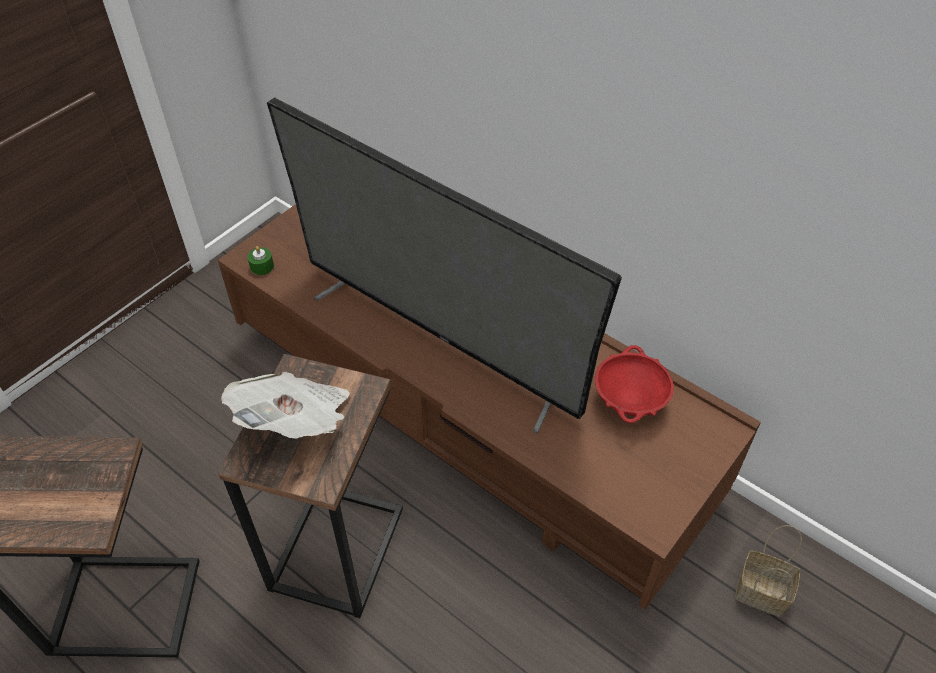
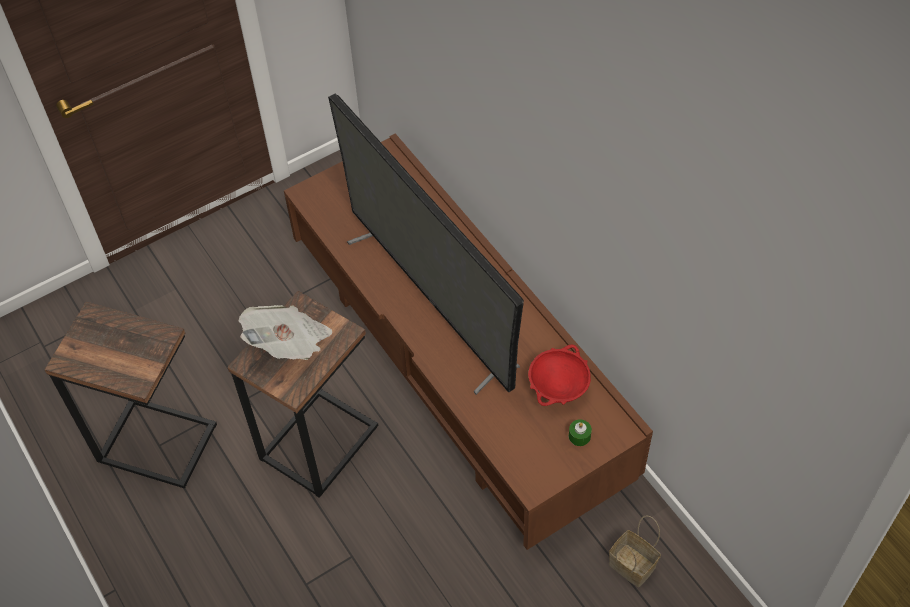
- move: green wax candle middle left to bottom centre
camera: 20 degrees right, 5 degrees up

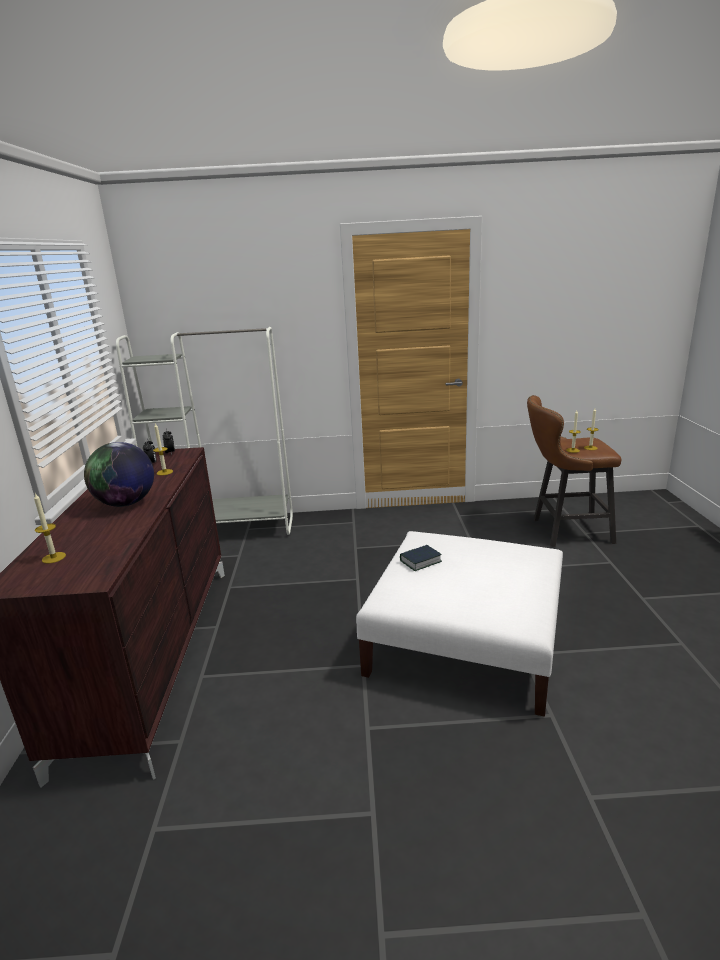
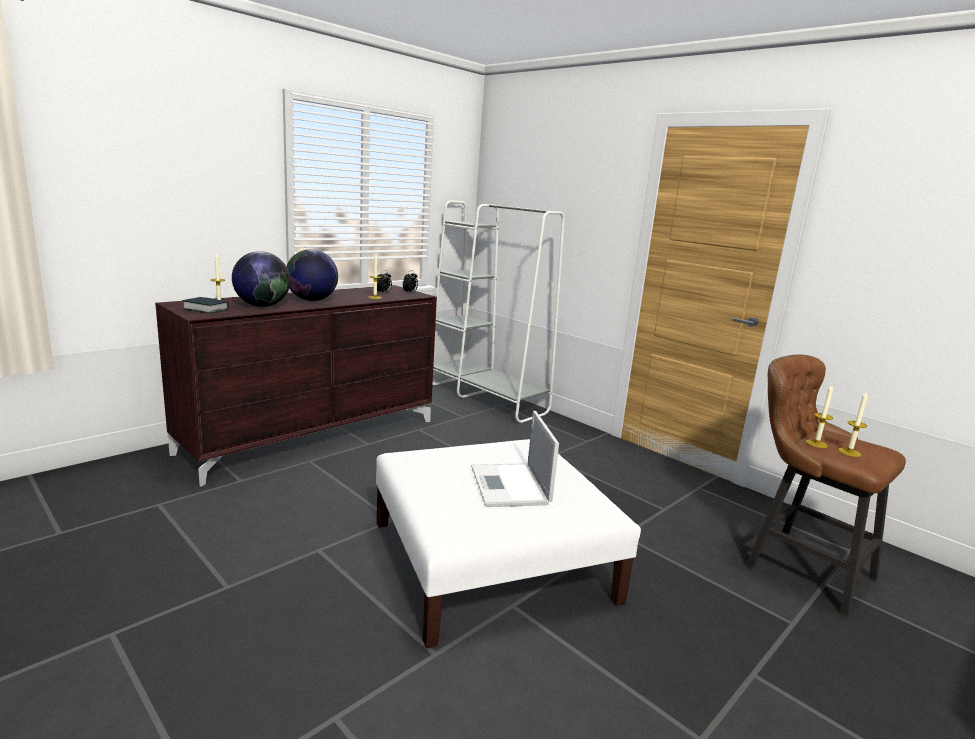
- move: bound book centre to middle left
- insert: desk globe (1st from left) middle left
- insert: laptop centre
camera: 45 degrees right, 5 degrees down

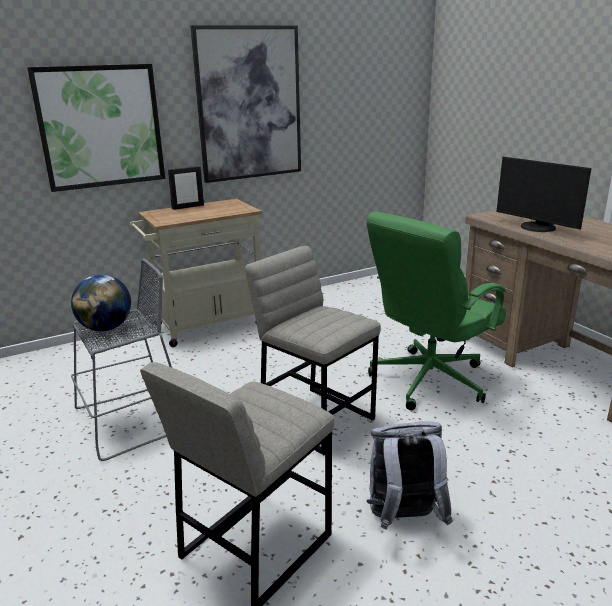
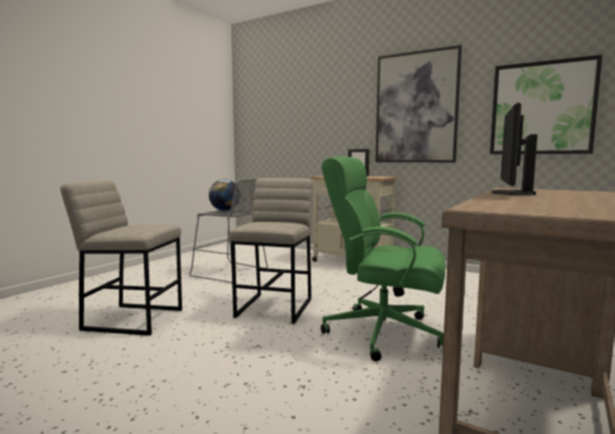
- move: wall picture (1st from left in the first image) top left to wall picture (2nd from left) top right
- delete: greyish knapsack bottom right
camera: 60 degrees right, 15 degrees down

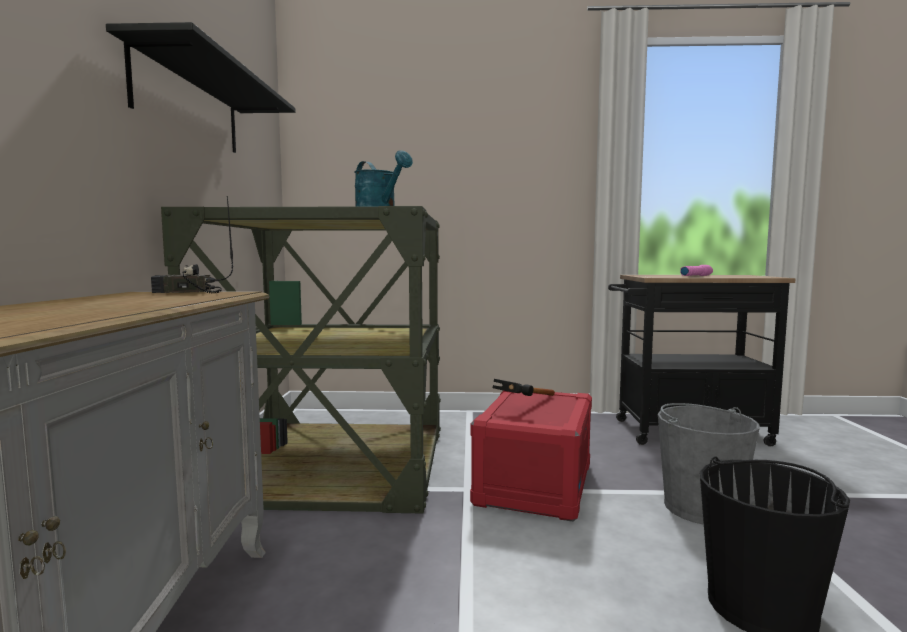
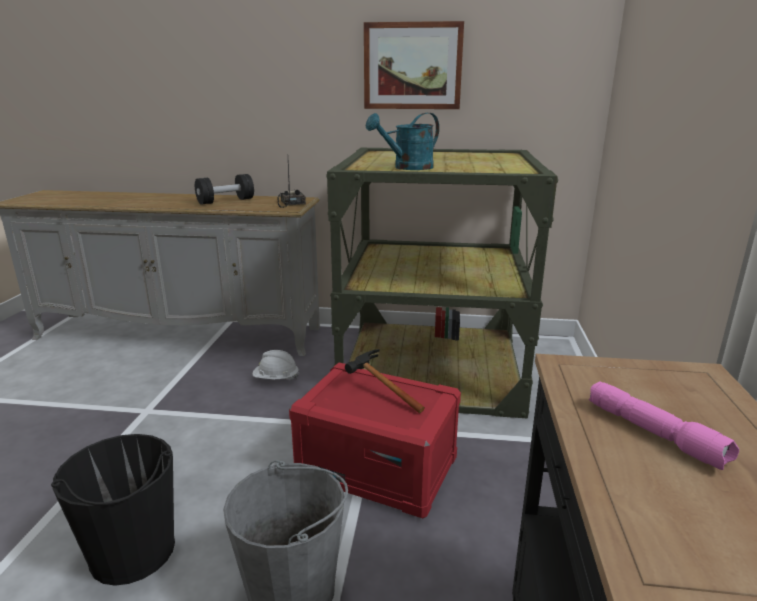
- replace: black wall shelf top left to wall picture top centre
- insert: black hand weight top left
- insert: whitish safety helmet centre
camera: 95 degrees right, 15 degrees up

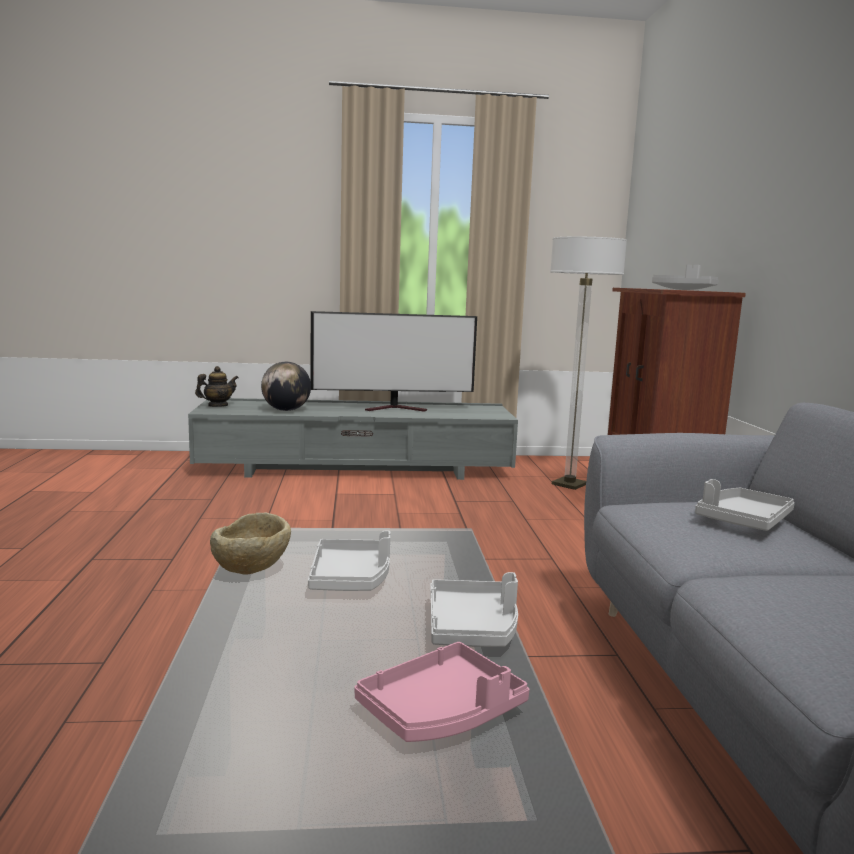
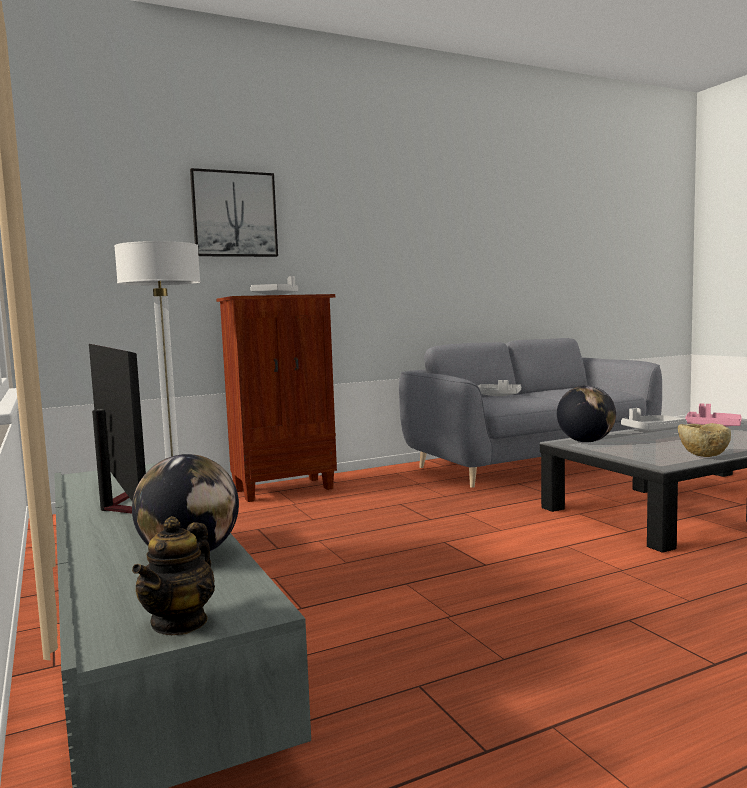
- rotate: teapot middle left = bottom left 105 degrees counterclockwise
- delete: greyish carrying tray (1st from left) centre
- insert: wall picture top left
- insert: desk globe (2nd from left) middle right
camera: 110 degrees left, 5 degrees down

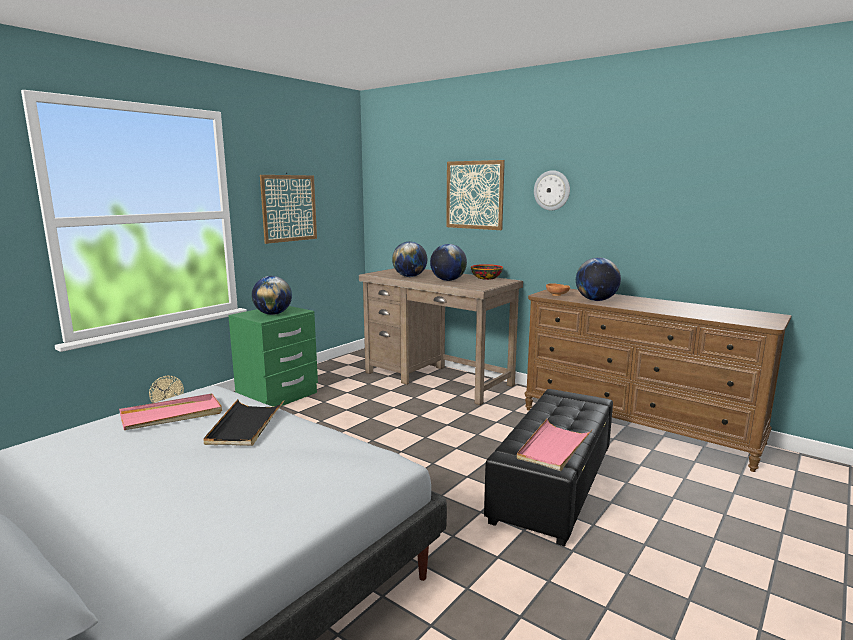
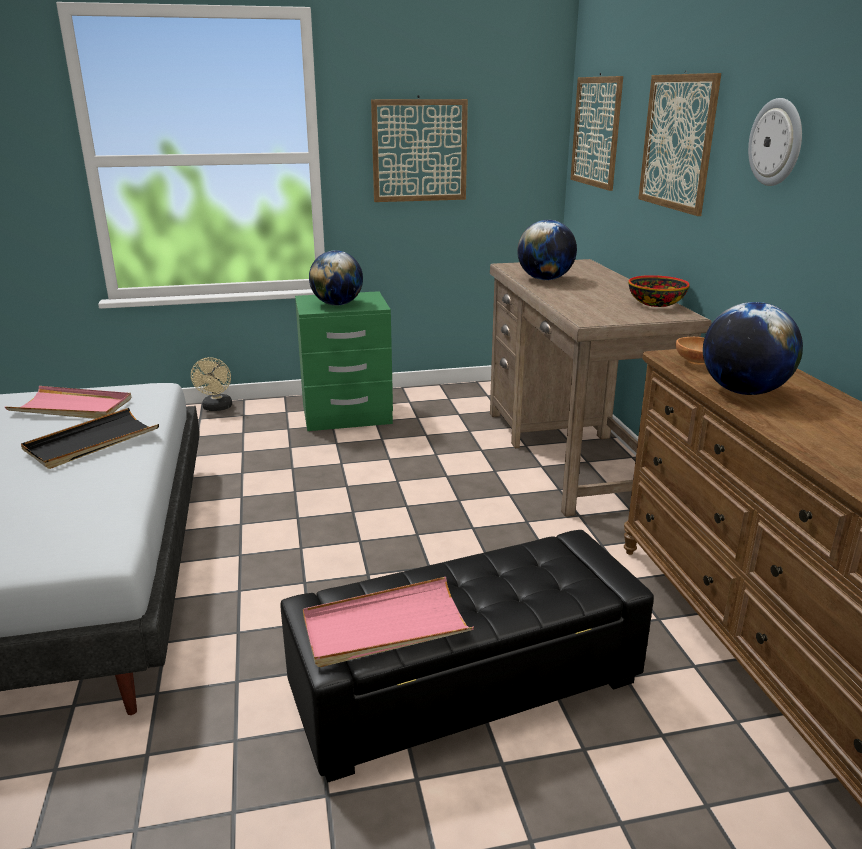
- delete: desk globe (3rd from left) centre
- insert: wall picture (2nd from left) top right
camera: 40 degrees right, 10 degrees up

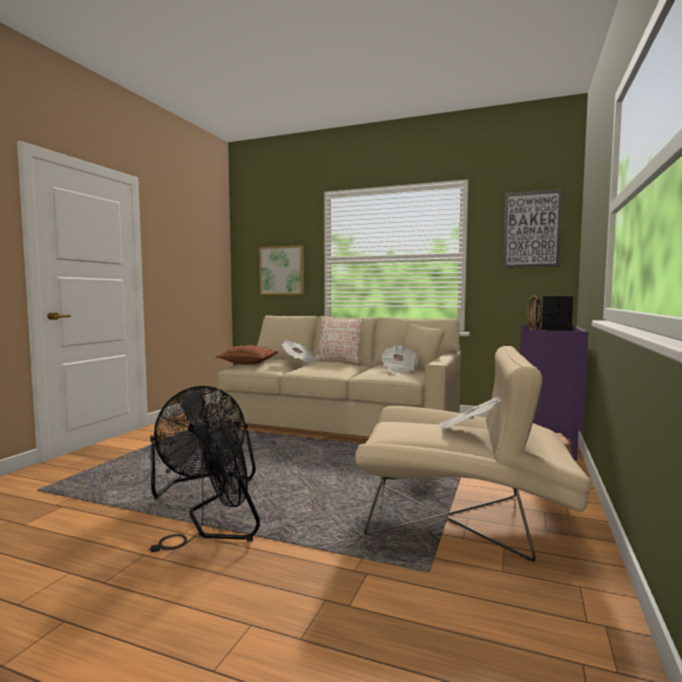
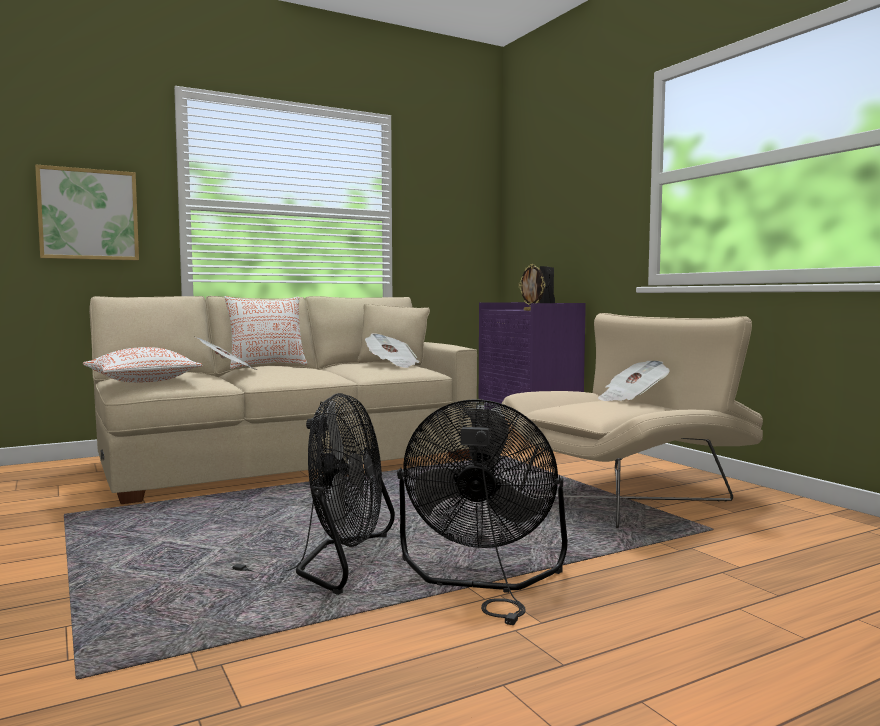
- recolor: brownish throw pillow centre to whitish throw pillow (1st from left) middle left
- delete: wall picture (2nd from left) middle right
camera: 50 degrees left, 0 degrees up

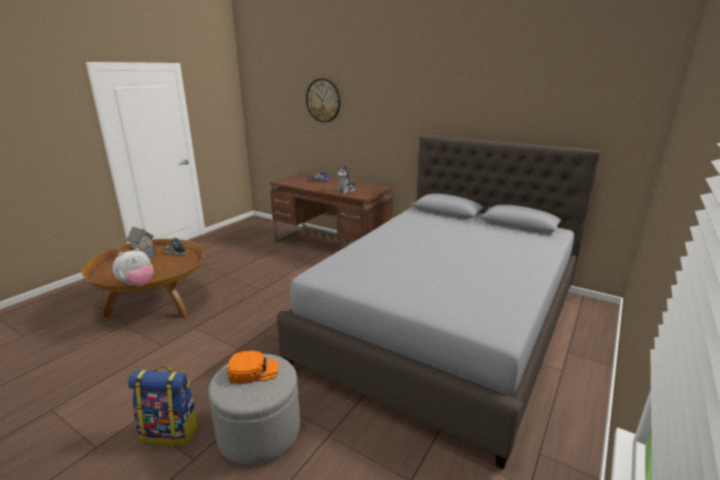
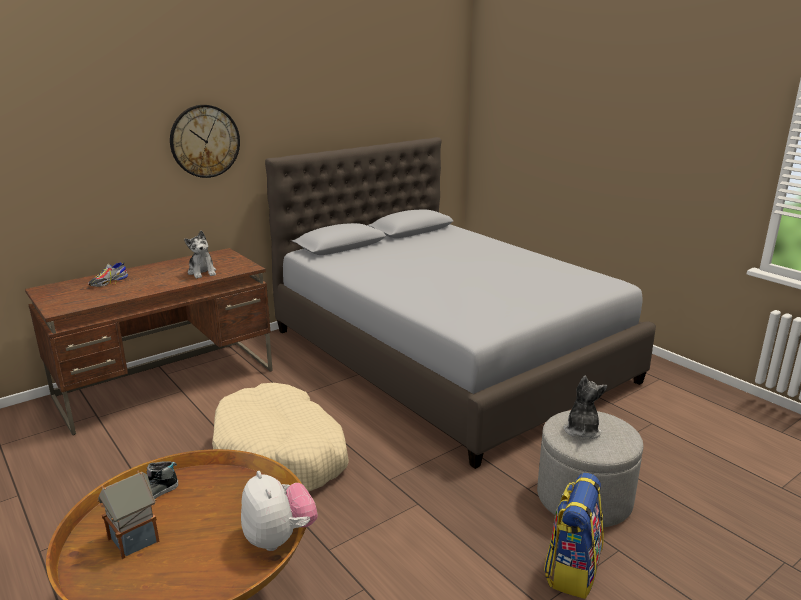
- replace: orange cap bottom centre to cuddly toy (3rd from left) bottom right
- move: clock on the wall top centre to top left
- insert: beige pet bed bottom centre
camera: 70 degrees left, 0 degrees up

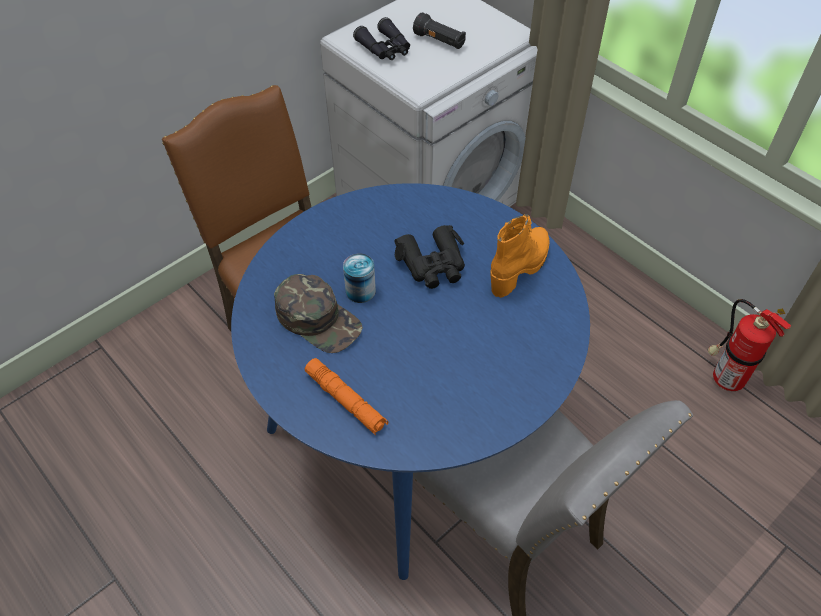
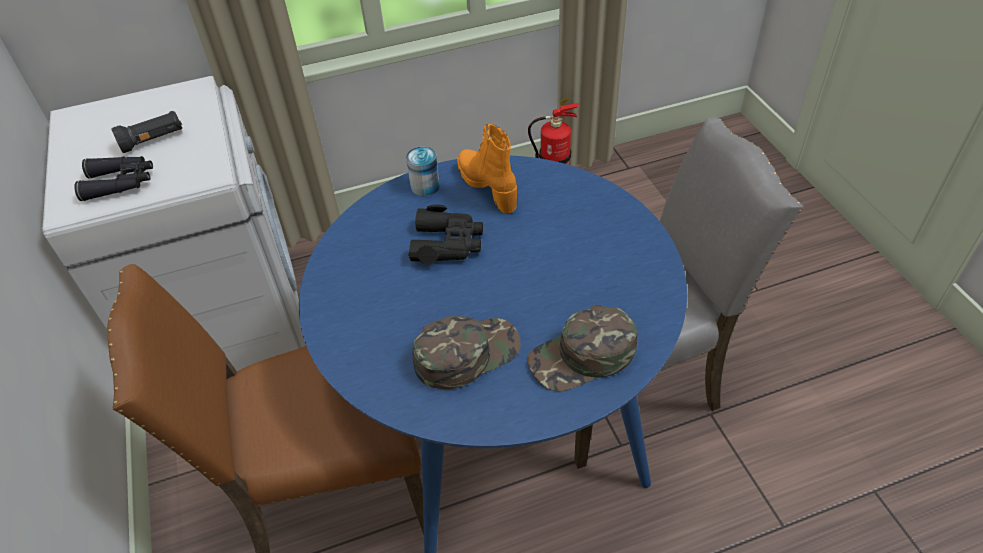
- replace: orange hand torch centre to green cap (2nd from left) centre
- move: metal can centre to top centre
camera: 65 degrees left, 5 degrees down

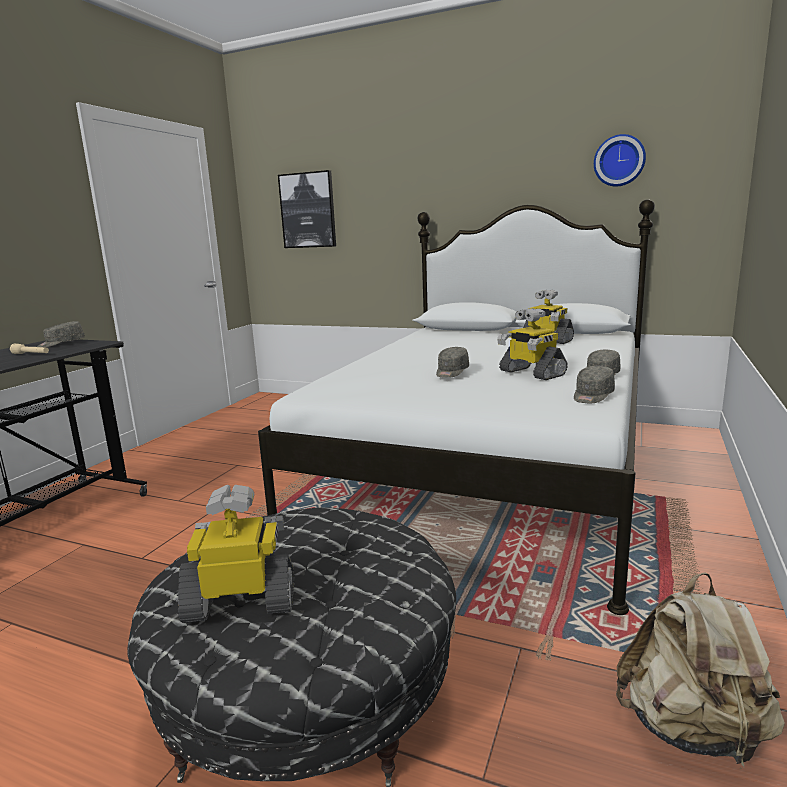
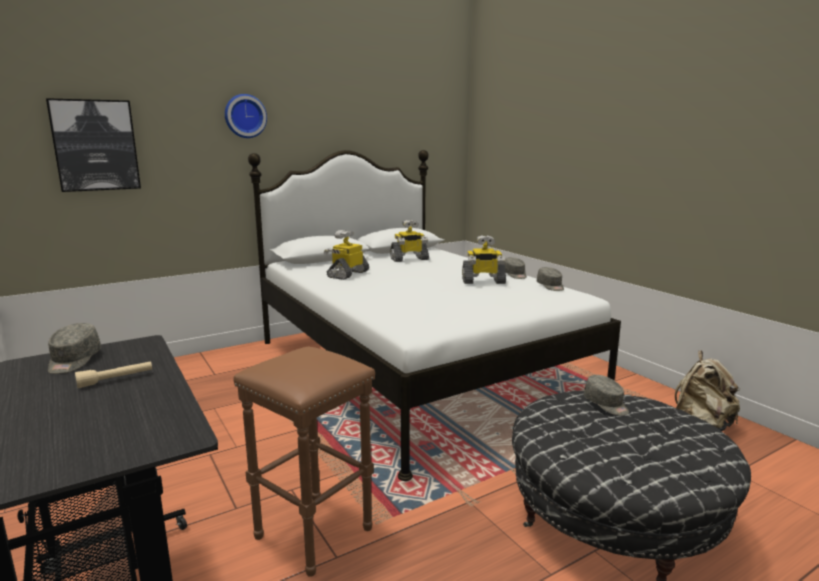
- move: toy robot (1st from left) bottom left to centre
- move: greyish cap (2nd from left in the first image) centre to greyish cap (4th from left) bottom right
- move: clock on the wall top right to top left
- insert: brownish stool bottom centre
camera: 55 degrees left, 0 degrees up

